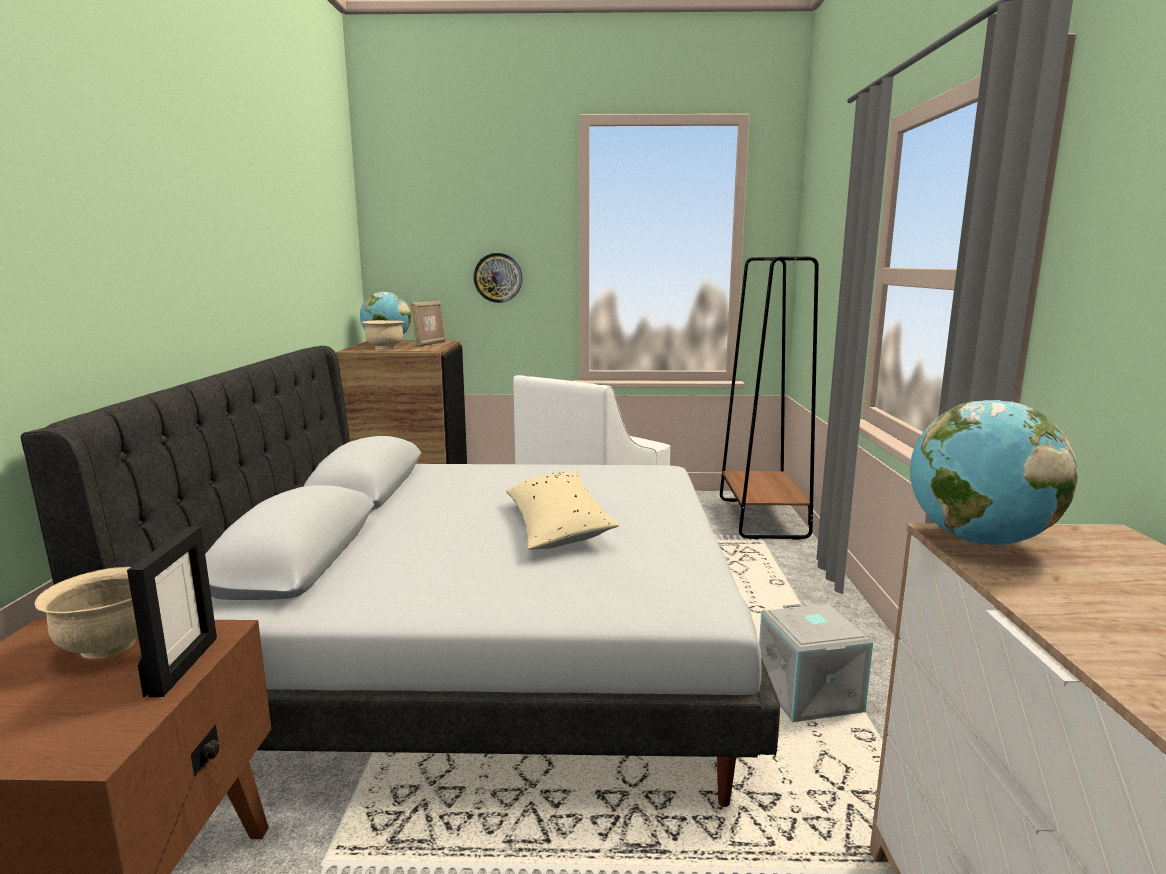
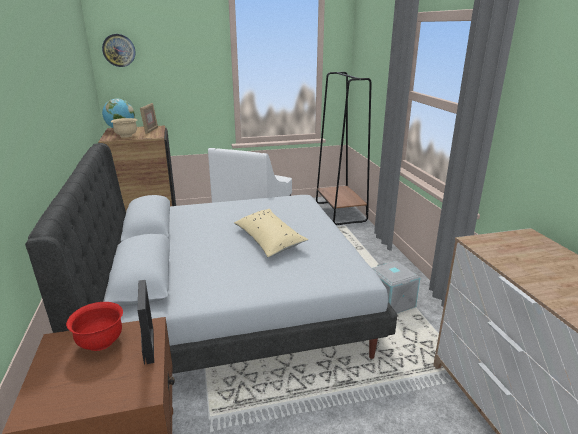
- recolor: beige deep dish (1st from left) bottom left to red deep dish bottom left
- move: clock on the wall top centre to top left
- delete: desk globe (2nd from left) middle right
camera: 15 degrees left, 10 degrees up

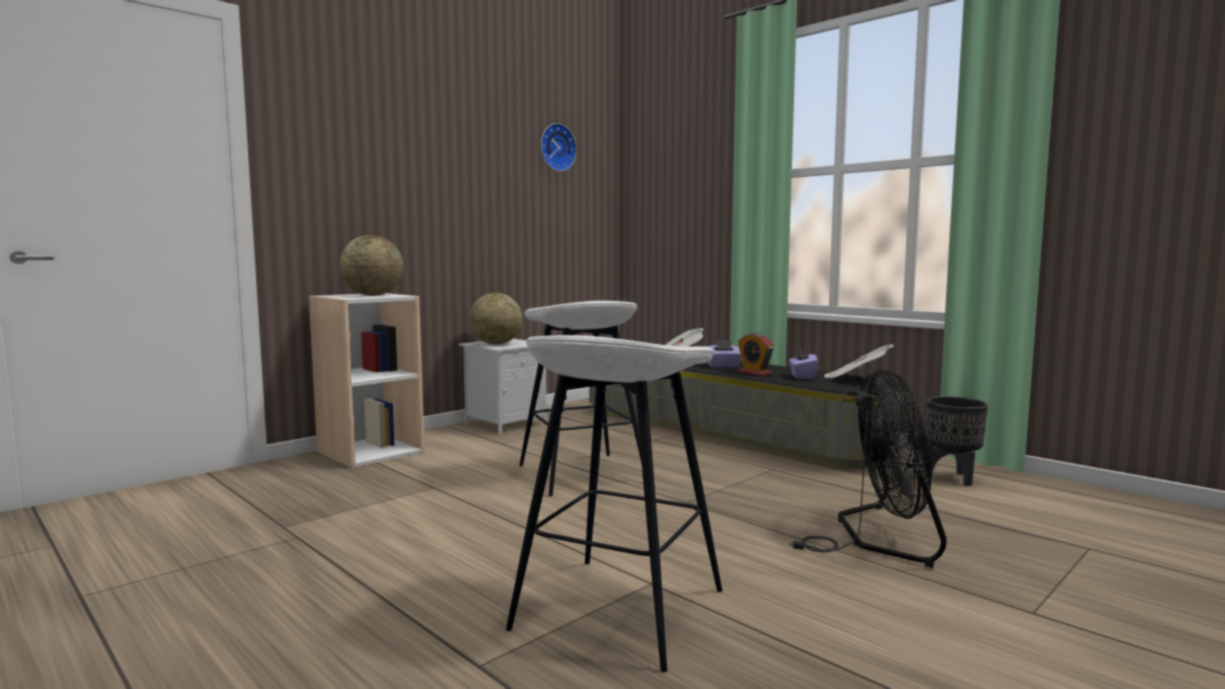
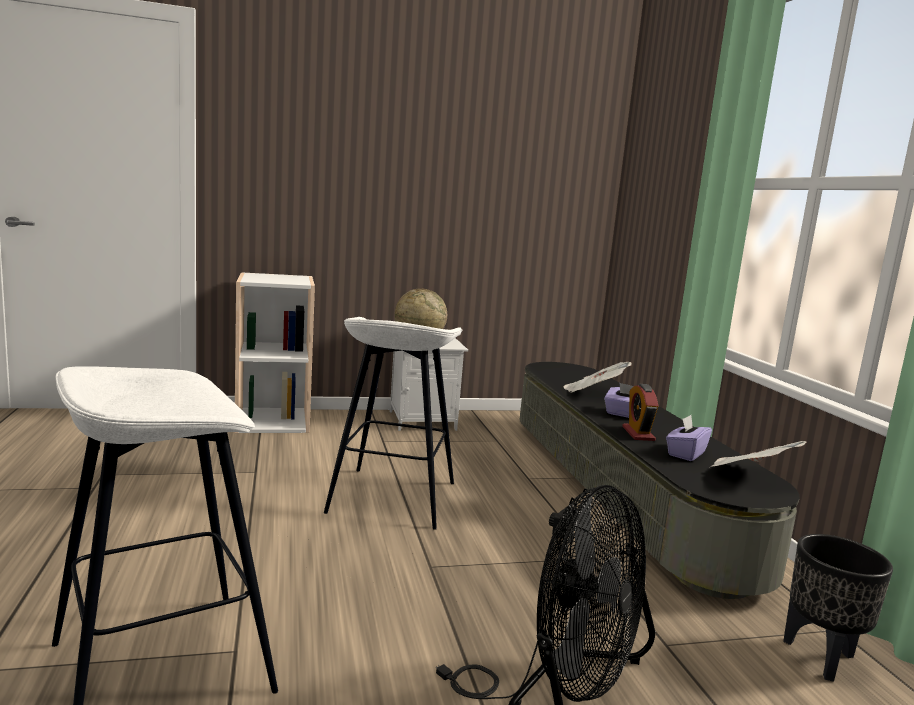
- delete: desk globe (1st from left) middle left
- delete: clock on the wall top centre
camera: 30 degrees right, 5 degrees up

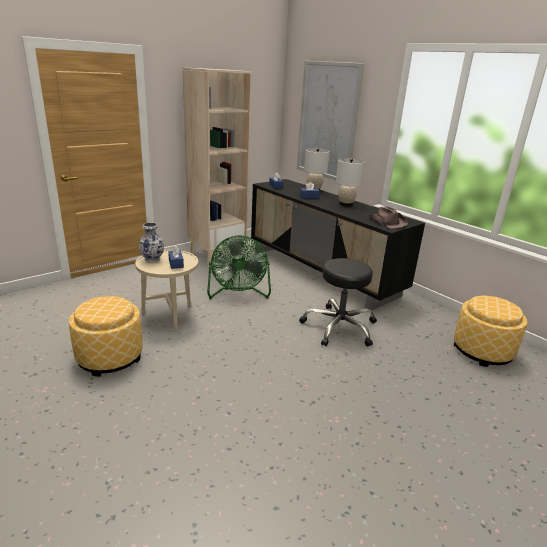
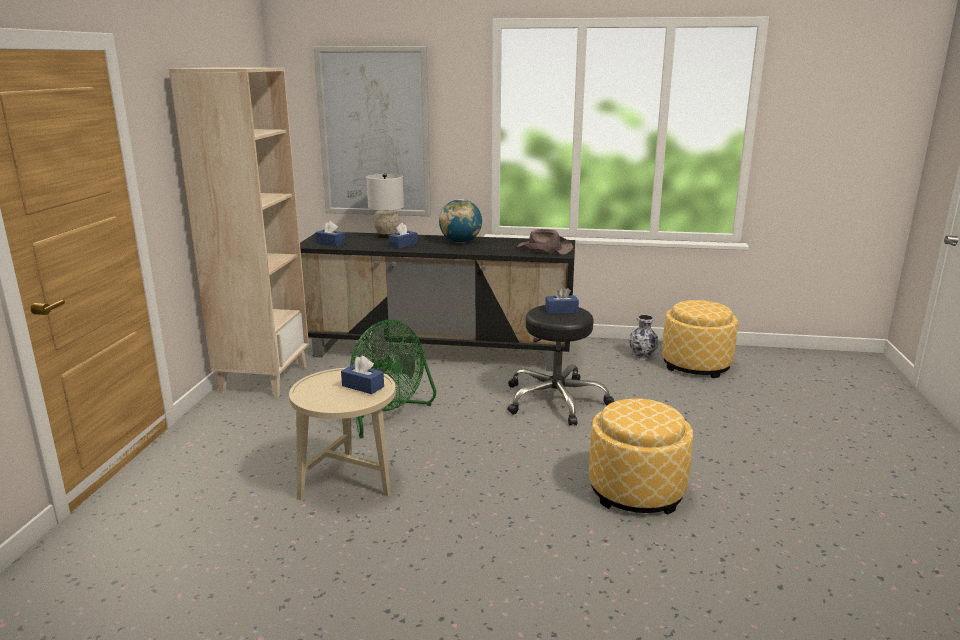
- move: pouffe (1st from left) middle left to bottom right
- move: flower vase middle left to middle right
- replace: whitish table lamp (2nd from left) top centre to desk globe centre
- insert: bluish tissue holder (4th from left) centre
camera: 40 degrees left, 5 degrees down

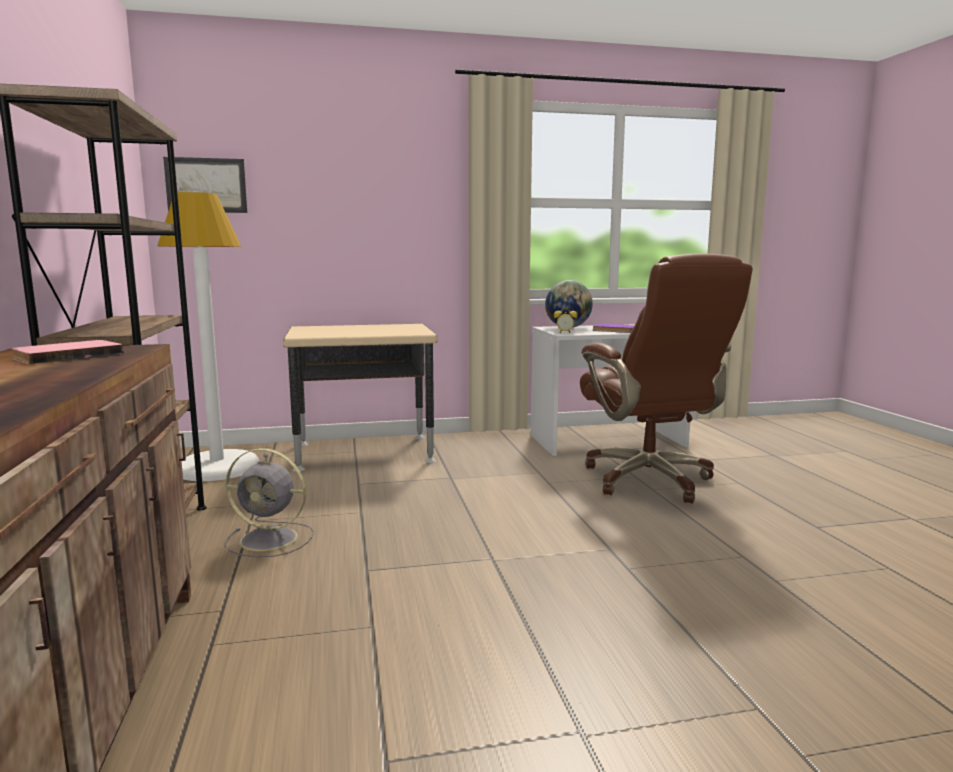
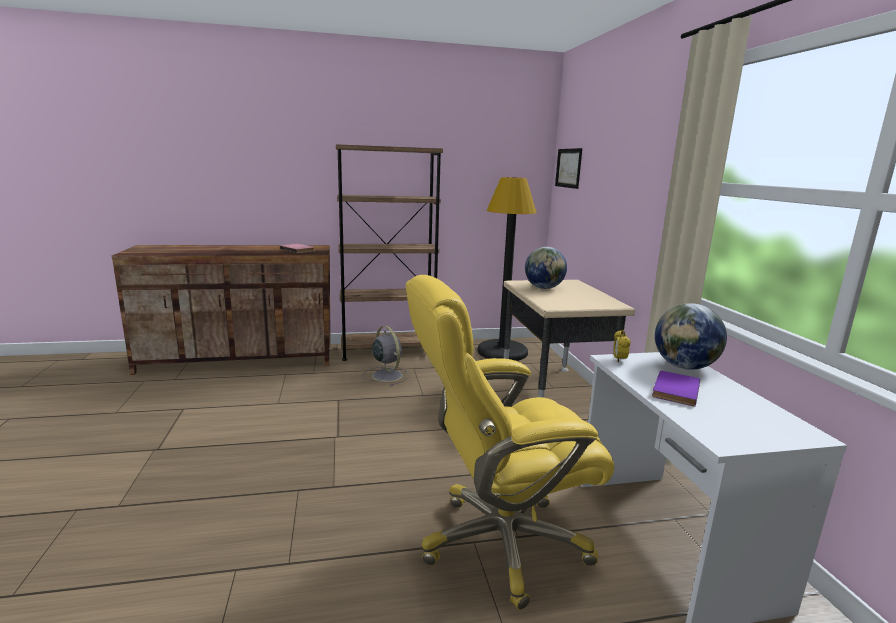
- recolor: whitish standard lamp middle left to black standard lamp centre
- rotate: greyish cooling fan middle left = centre 135 degrees clockwise
- recolor: brownish desk chair middle right to yellow desk chair bottom centre
- insert: desk globe (1st from left) centre
camera: 90 degrees right, 5 degrees up

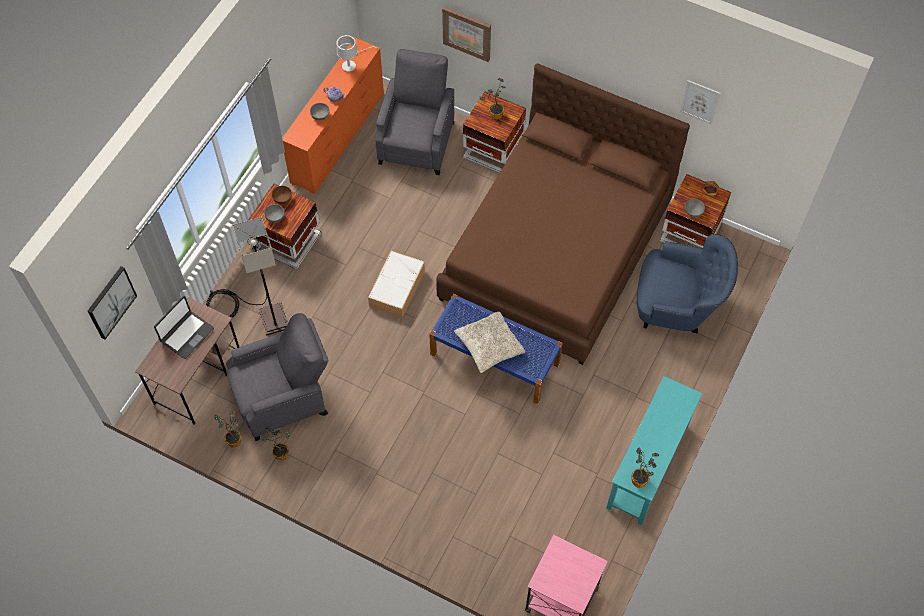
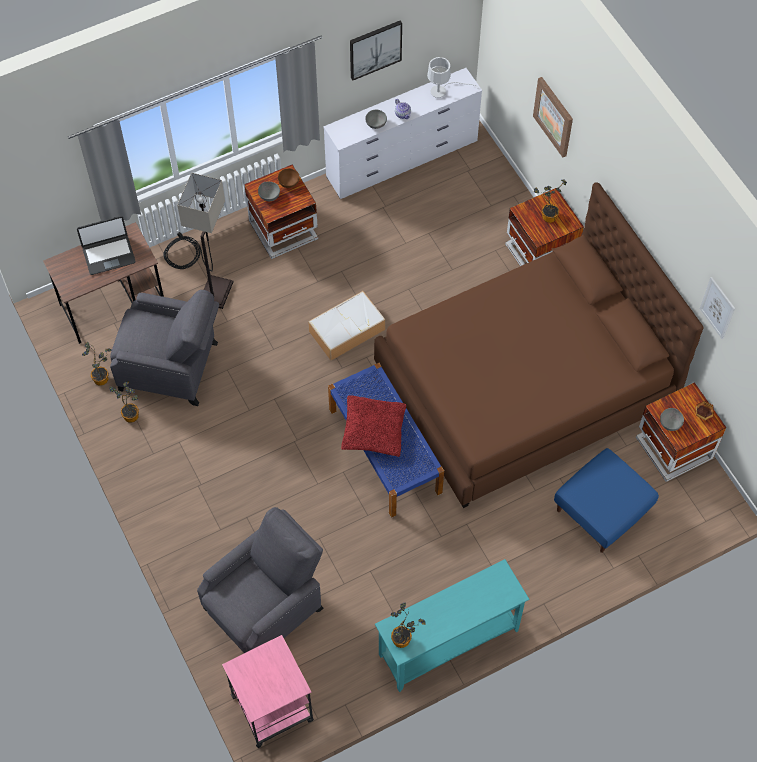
- move: wall picture (1st from left) middle left to top centre
- recolor: orange chest of drawers top centre to whitish chest of drawers top centre
- move: greyish armchair (2nd from left) top centre to bottom centre
- recolor: beige throw pillow centre to red throw pillow centre
- replace: bluish armchair middle right to bluish pouffe middle right
camera: 35 degrees right, 0 degrees up

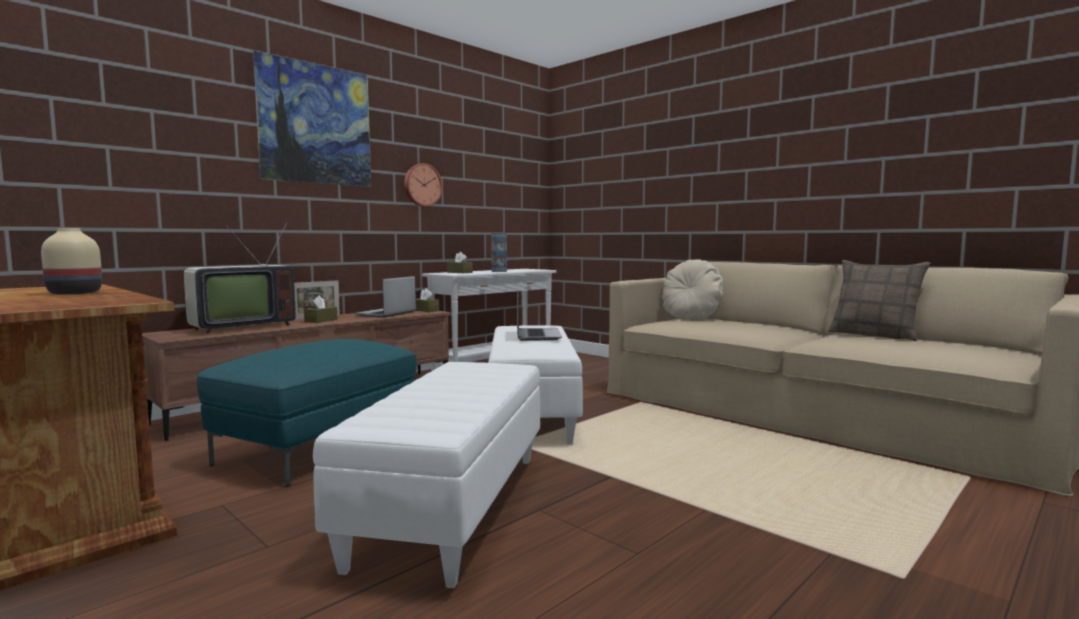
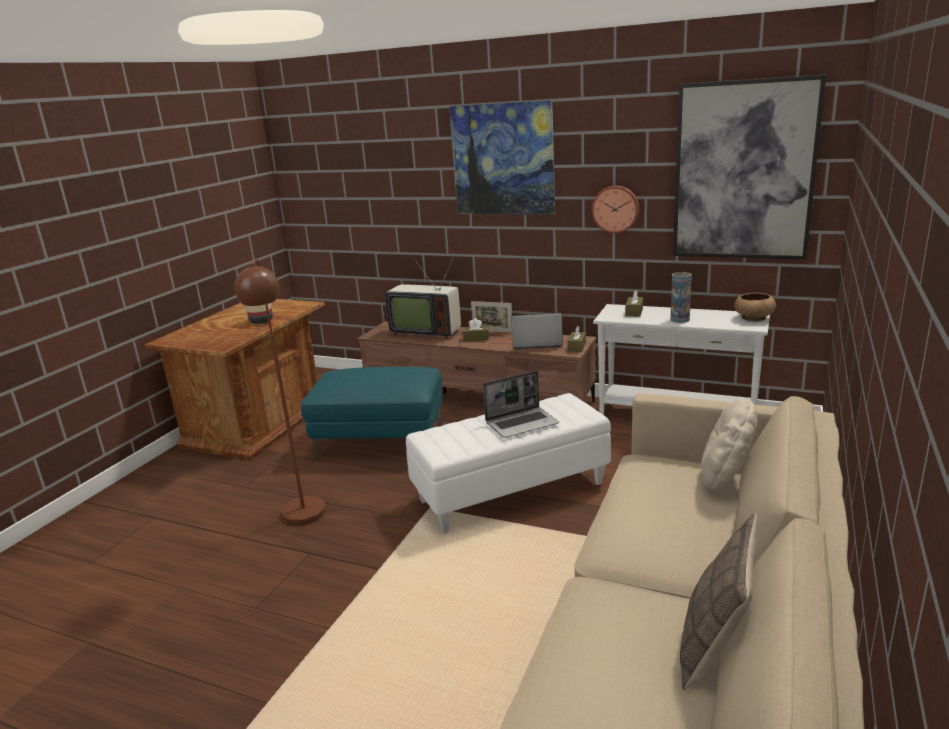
- replace: whitish pouffe (1st from left) bottom centre to brownish standard lamp middle left
- insert: wall picture (2nd from left) top right
- insert: brownish deep dish middle right
camera: 70 degrees right, 15 degrees up

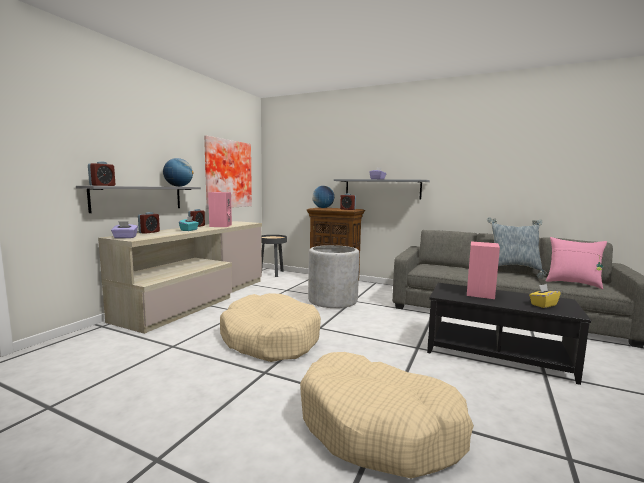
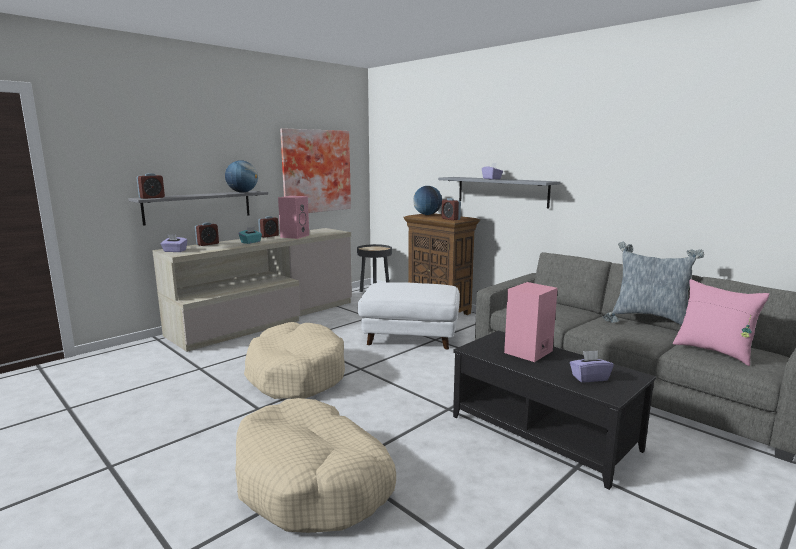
- replace: greyish plant pot centre to whitish pouffe centre
- recolor: yellow tissue holder middle right to purplish tissue holder (3rd from left) bottom right
camera: 20 degrees right, 5 degrees up

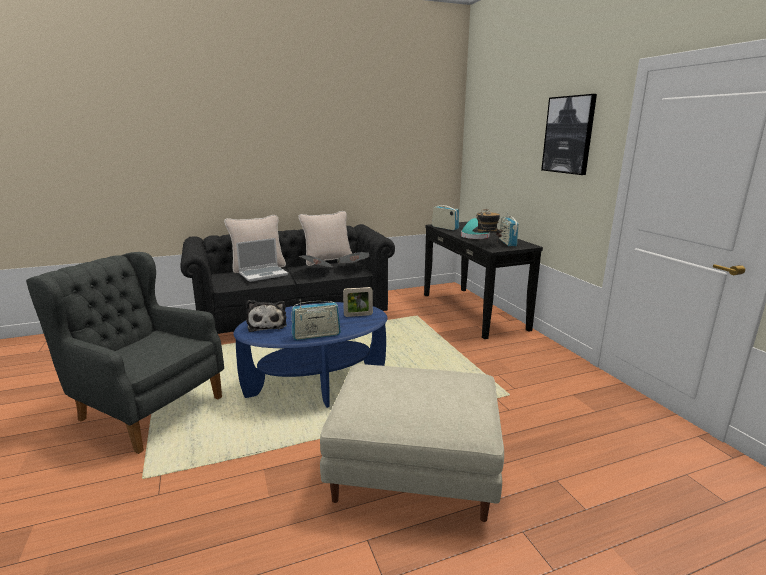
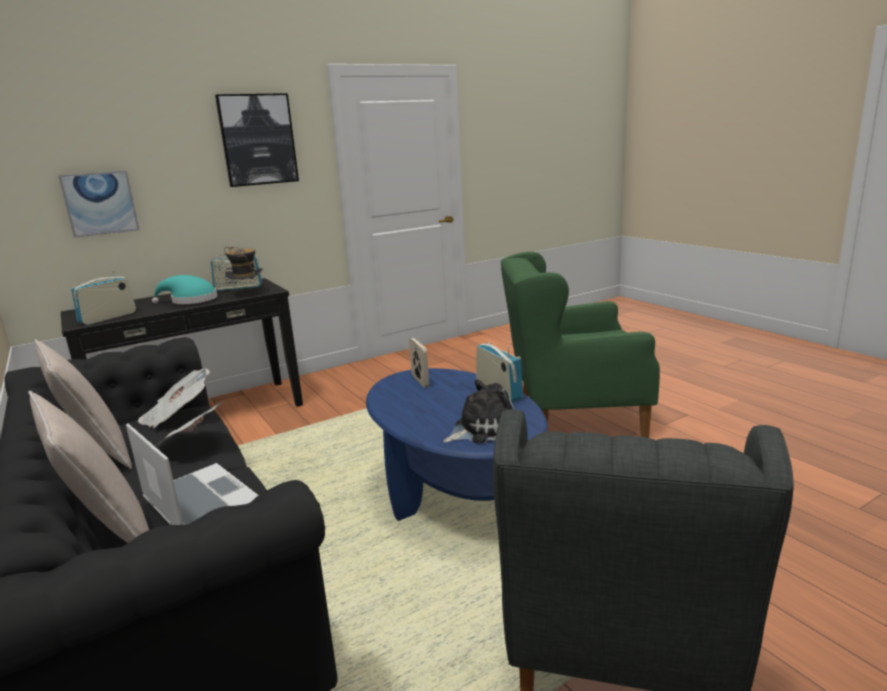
- replace: beige pouffe bottom centre to green armchair centre
- insert: wall picture (1st from left) top left
camera: 100 degrees left, 0 degrees up

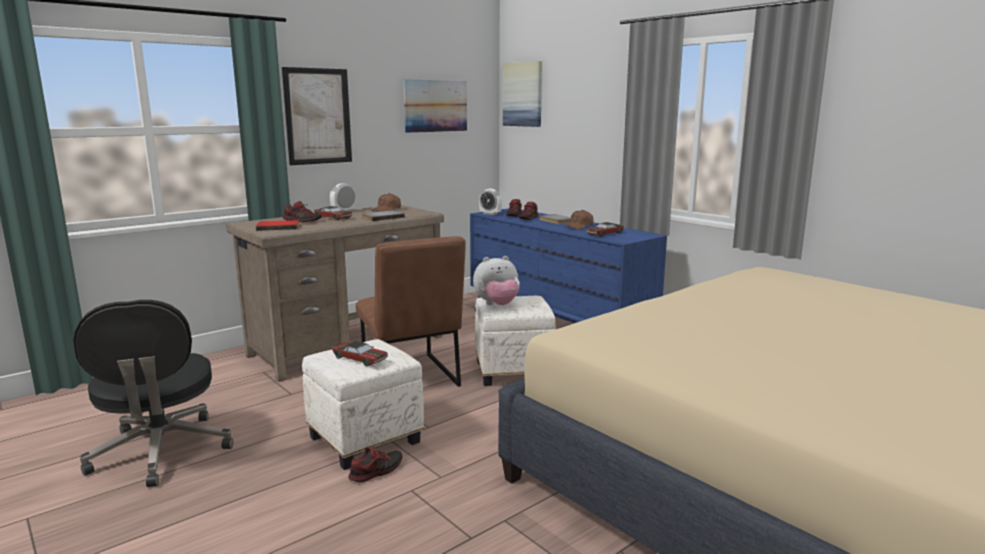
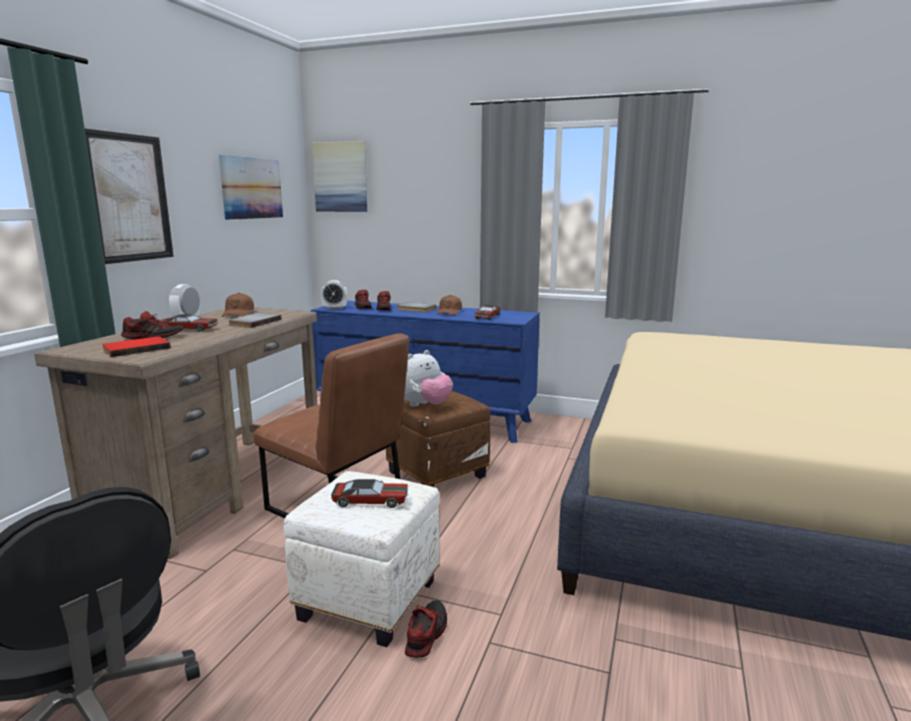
- recolor: whitish pouffe (2nd from left) centre to brownish pouffe centre
camera: 30 degrees left, 0 degrees up

